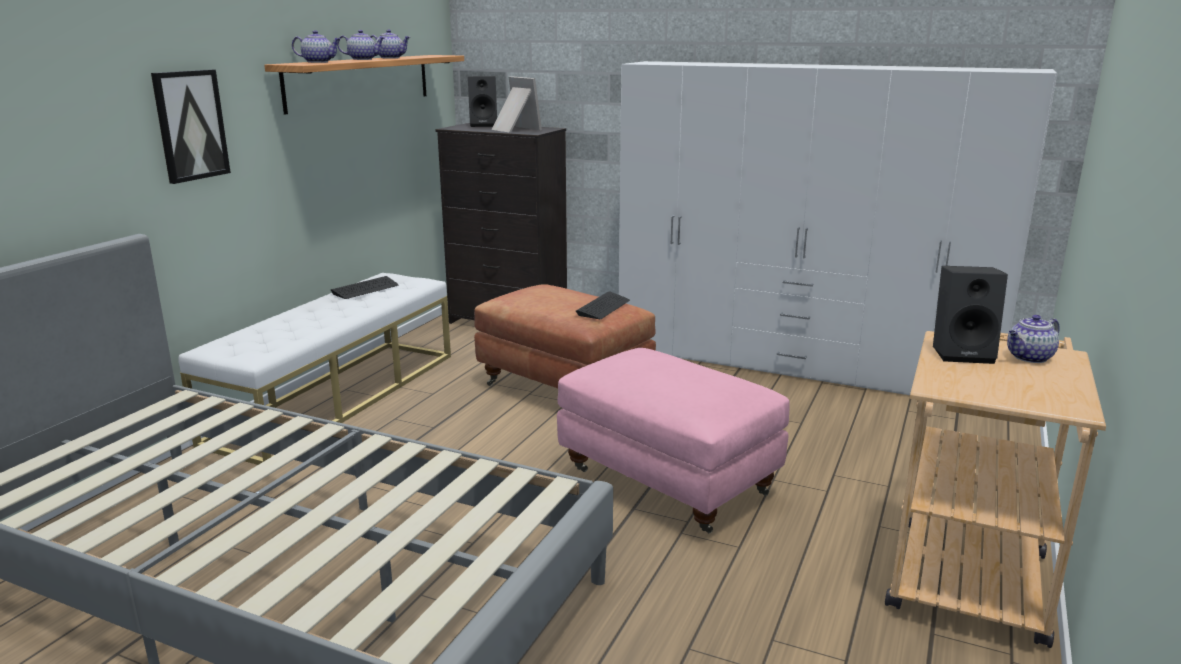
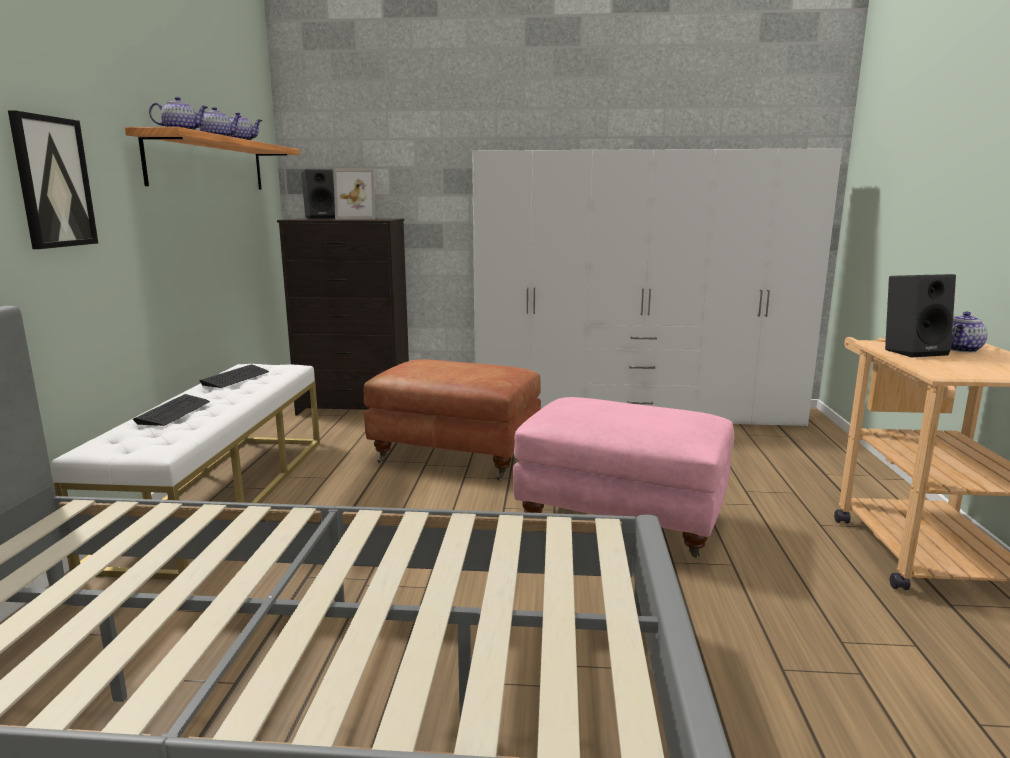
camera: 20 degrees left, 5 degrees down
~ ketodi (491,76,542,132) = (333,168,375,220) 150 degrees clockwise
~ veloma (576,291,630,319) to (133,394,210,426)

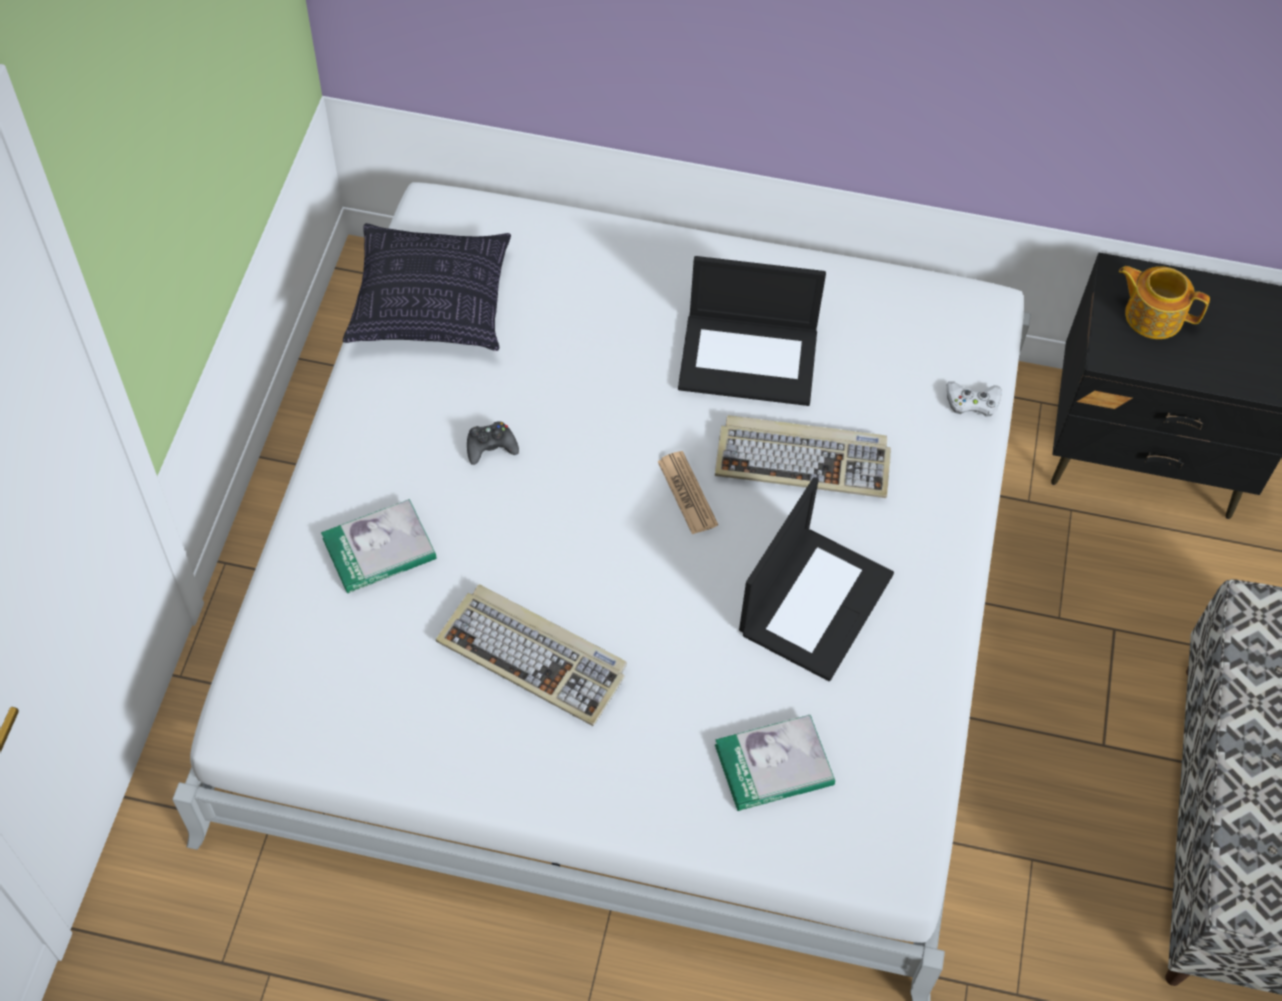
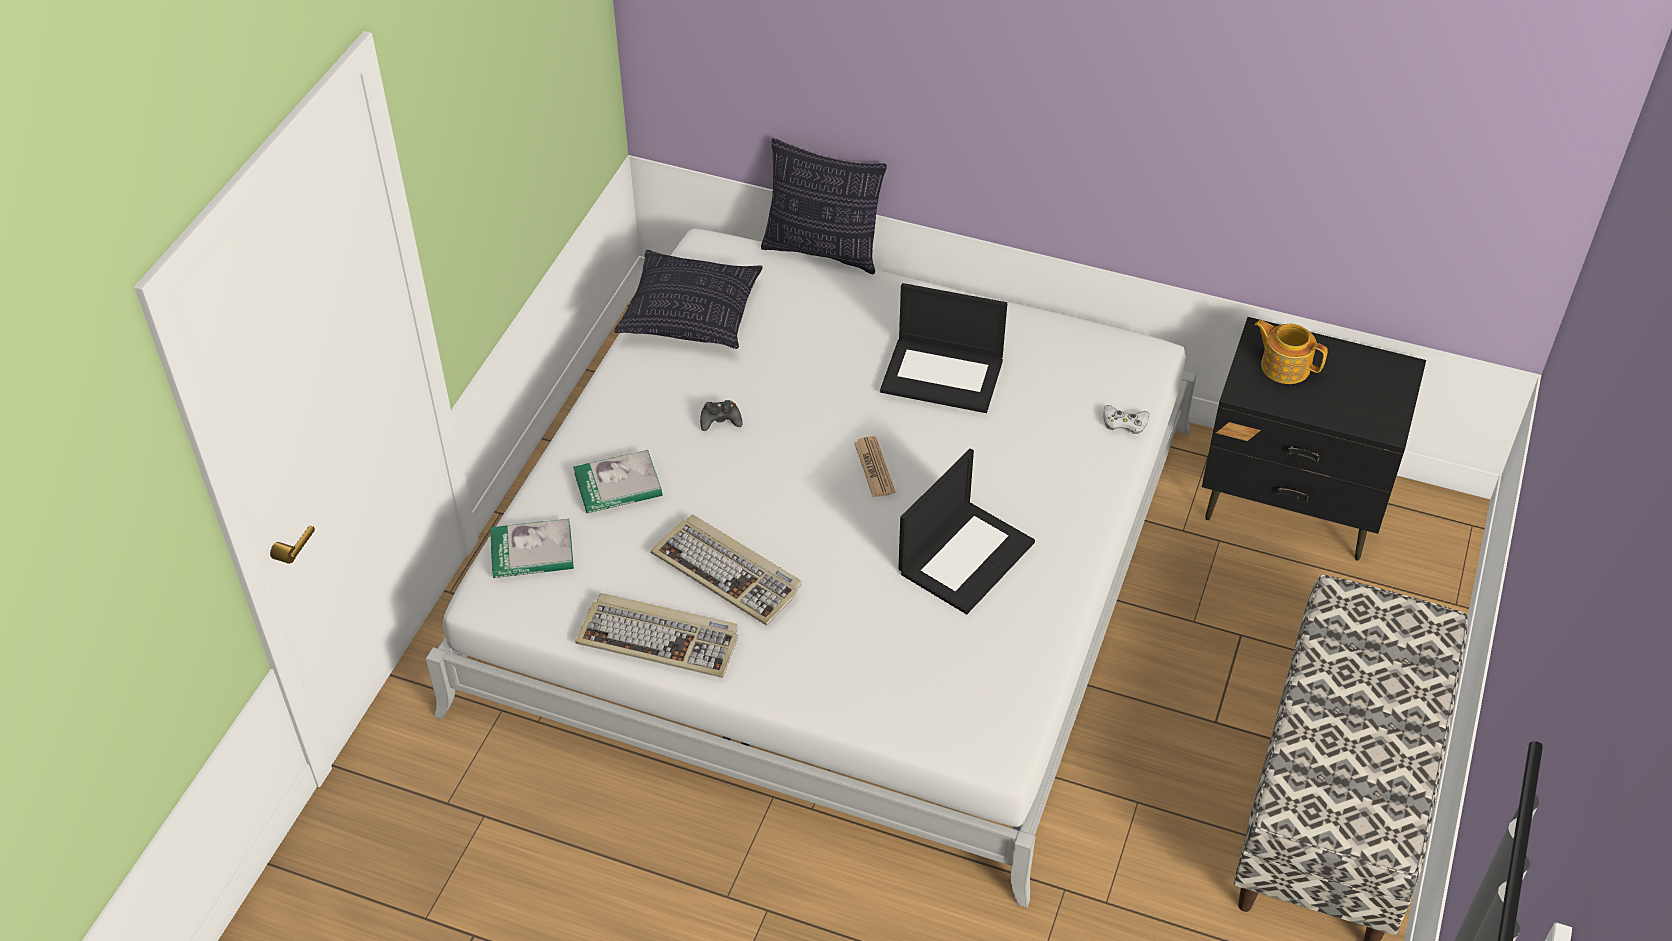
camera: 10 degrees right, 10 degrees down
~ veloma (715,415,891,498) to (575,593,739,678)
~ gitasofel (715,715,835,811) to (490,518,574,578)
+ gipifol (761,138,887,274)

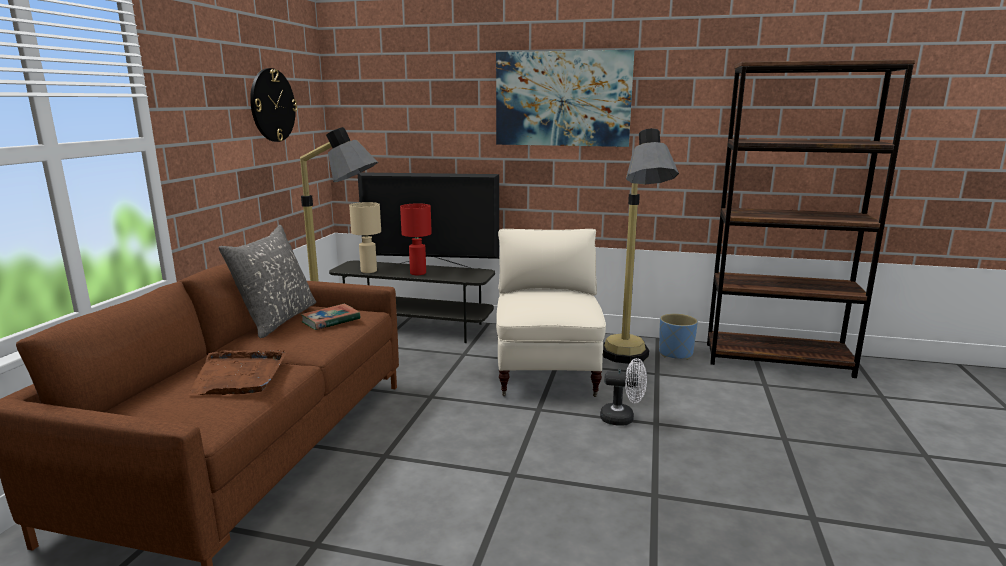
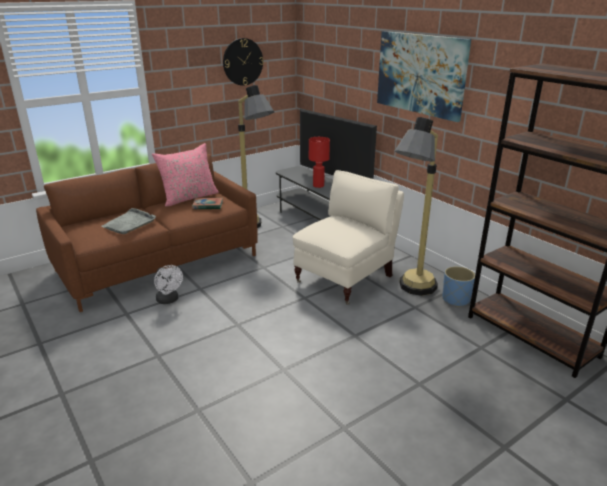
camera: 40 degrees right, 10 degrees up
- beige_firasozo (349,202,381,273)
~ grey_gipifol (218,225,316,338) to pink_gipifol (152,143,219,207)
~ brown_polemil (189,350,287,395) to grey_polemil (101,208,156,234)
~ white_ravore (600,358,647,426) to (154,265,183,304)

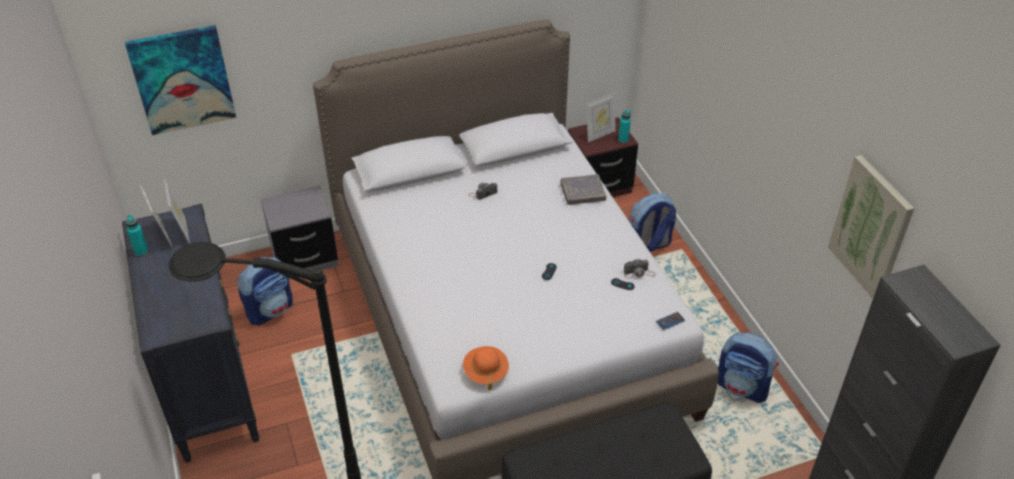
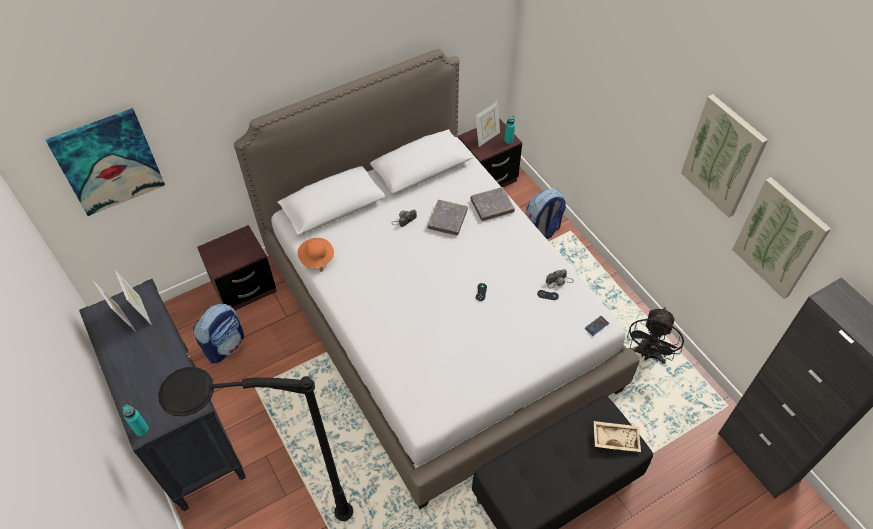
camera: 10 degrees left, 10 degrees up
~ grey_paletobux (261,185,339,271) to brown_paletobux (197,225,277,311)
~ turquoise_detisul (126,215,148,256) to (122,404,149,436)
~ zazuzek (718,332,779,403) to black_ravore (627,307,684,364)
~ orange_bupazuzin (463,346,509,390) to (298,238,334,272)
+ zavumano (681,94,768,218)
+ grey_gitasofel (428,200,468,236)
+ beige_polemil (594,421,641,452)

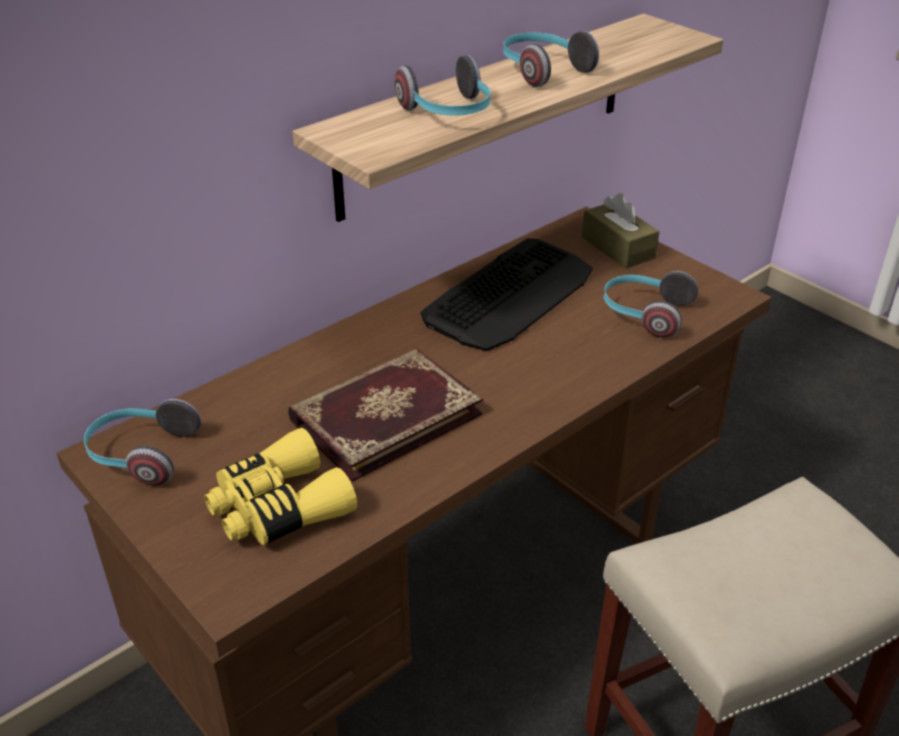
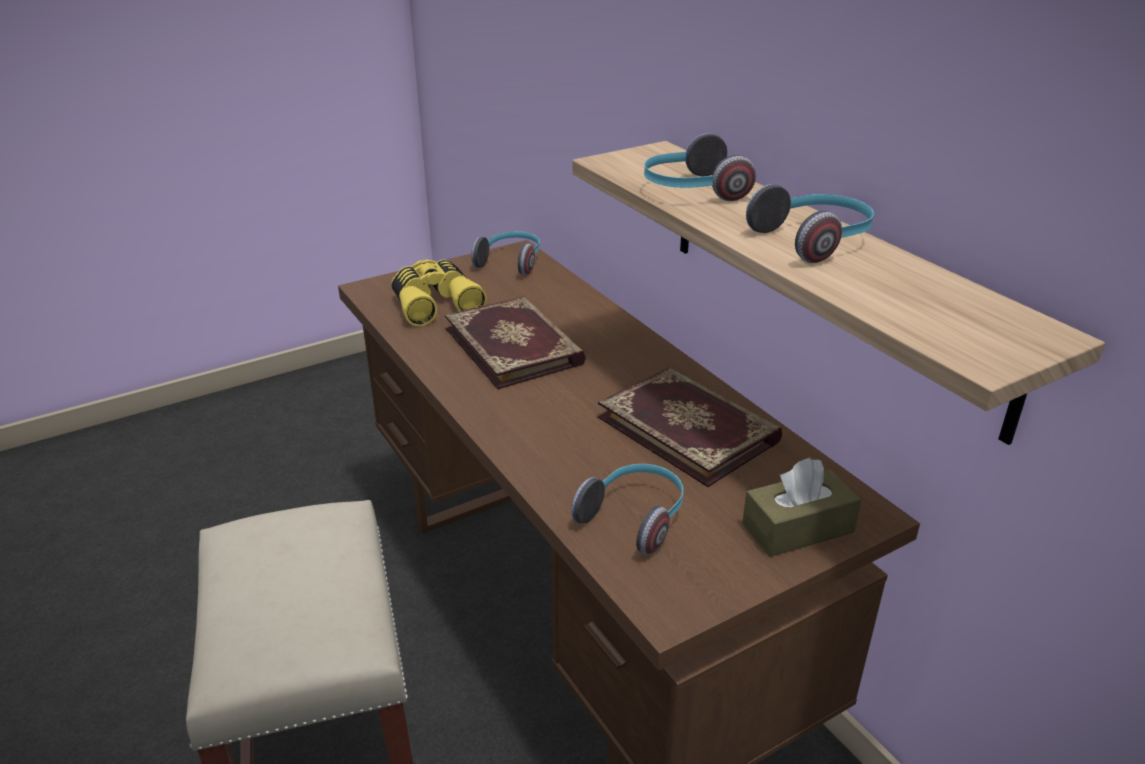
camera: 100 degrees right, 5 degrees down
~ veloma (421,238,593,351) to gitasofel (598,368,782,487)

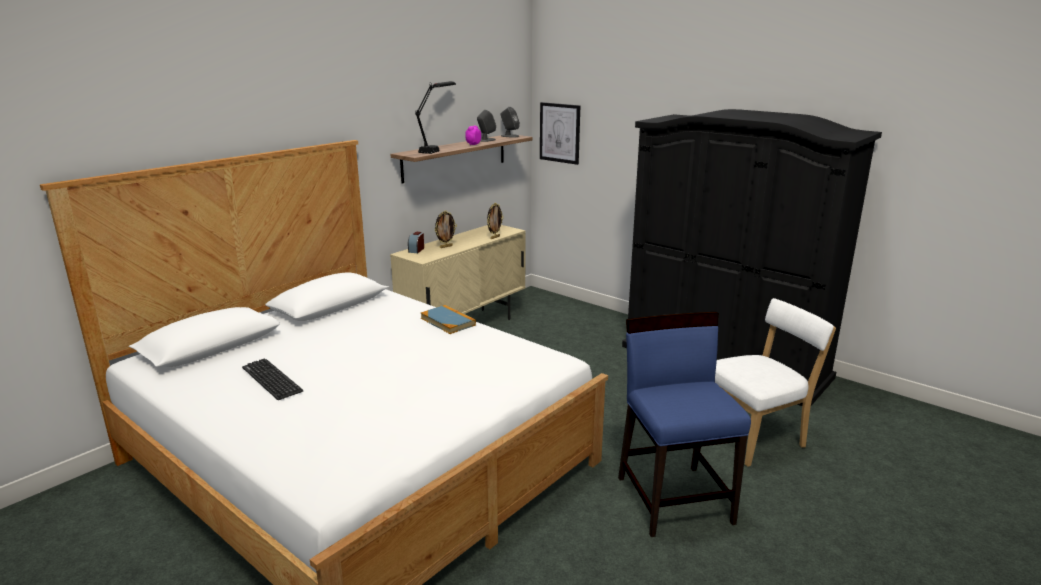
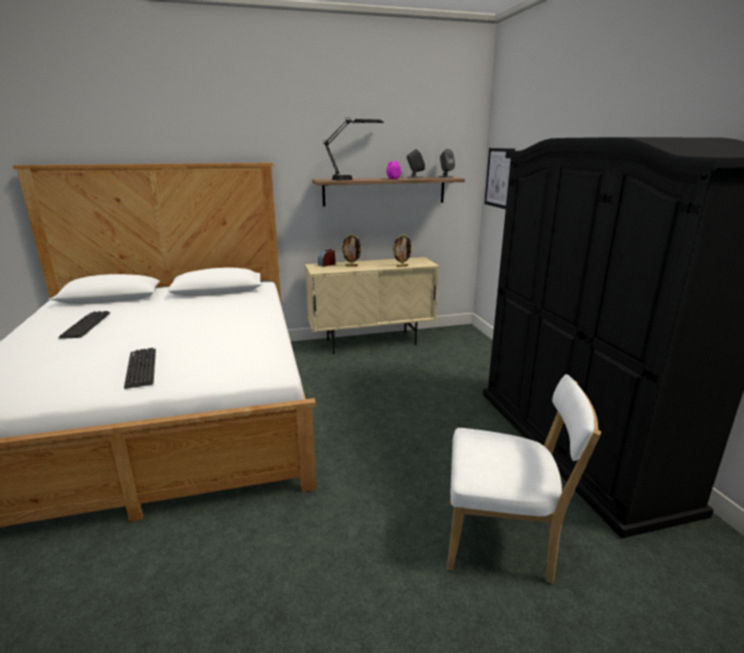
camera: 35 degrees right, 0 degrees up
- gitasofel (421,305,476,334)
- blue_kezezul (618,312,751,537)
+ veloma (124,348,156,389)

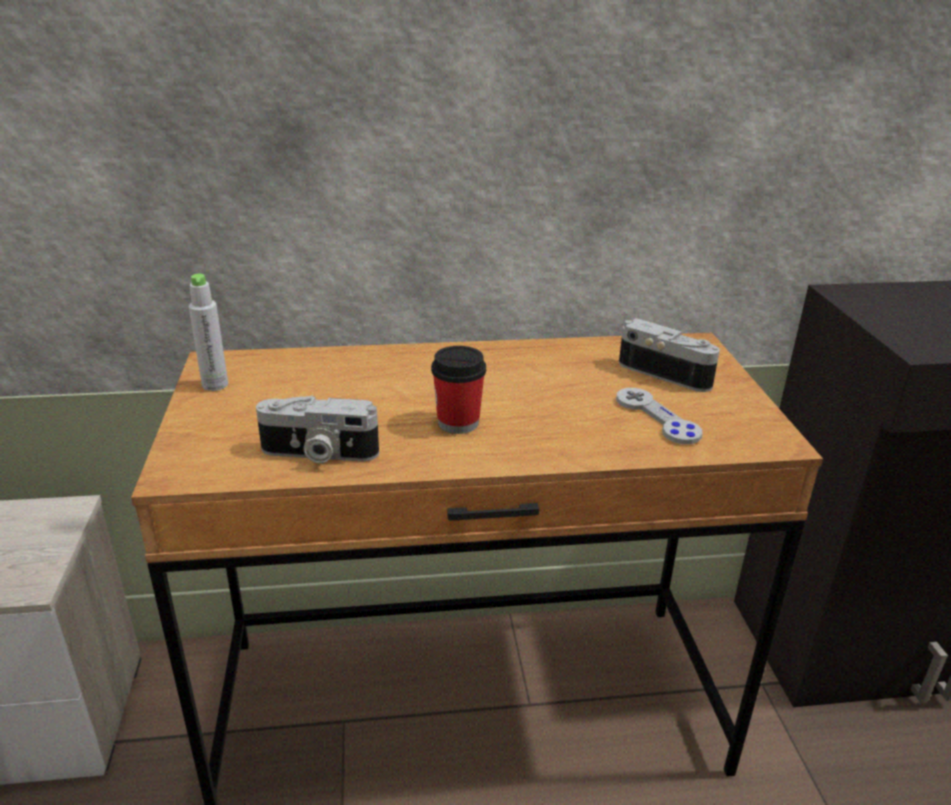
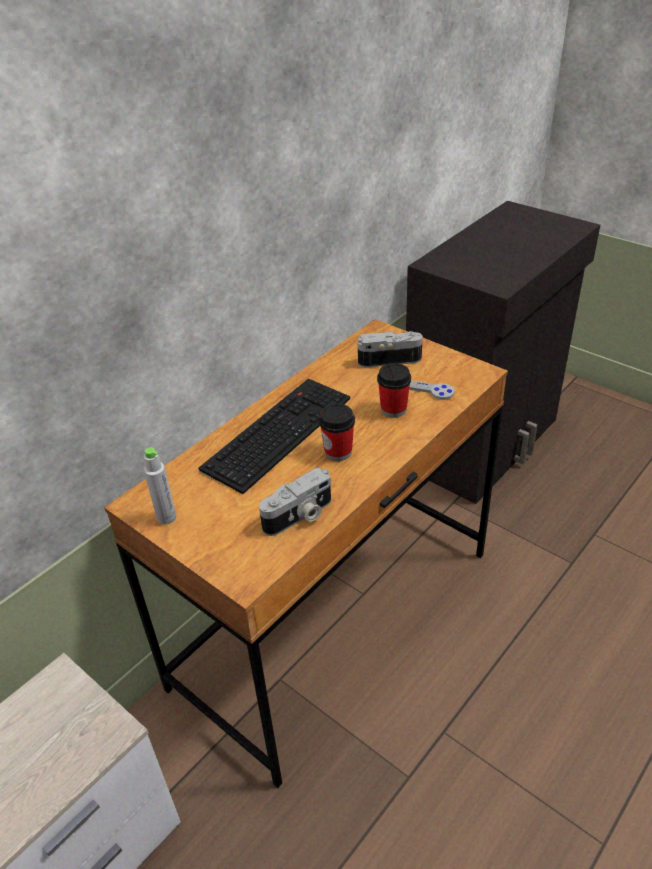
camera: 40 degrees left, 10 degrees up
+ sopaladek (377,363,411,418)
+ veloma (199,378,350,494)

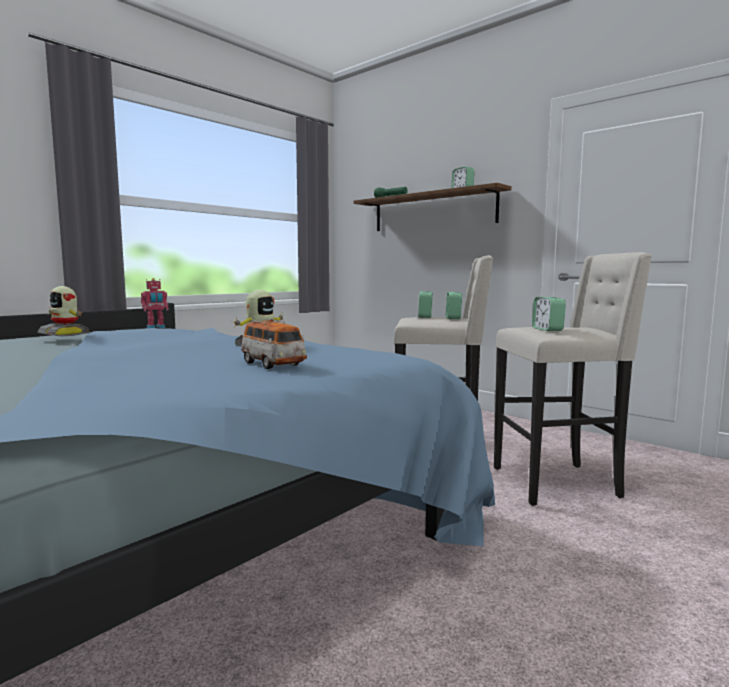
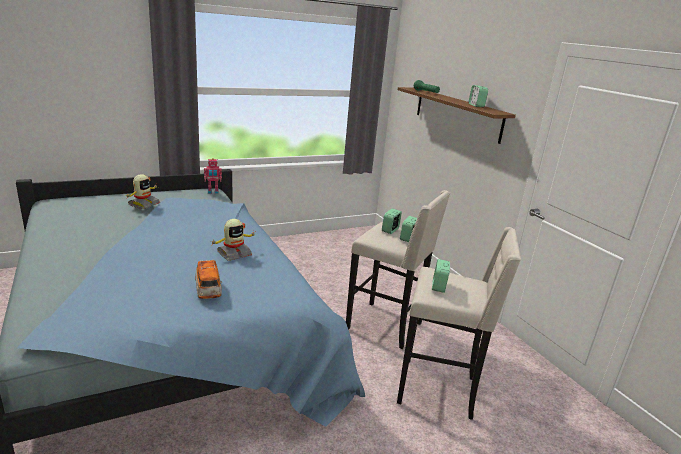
camera: 20 degrees right, 15 degrees up
~ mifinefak (37,286,89,337) = (125,174,160,209) 120 degrees counterclockwise

